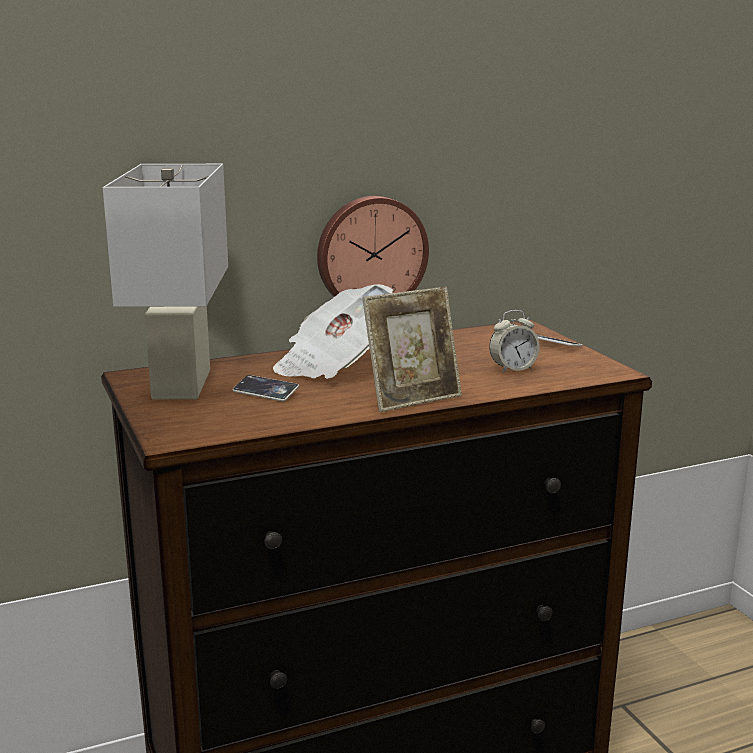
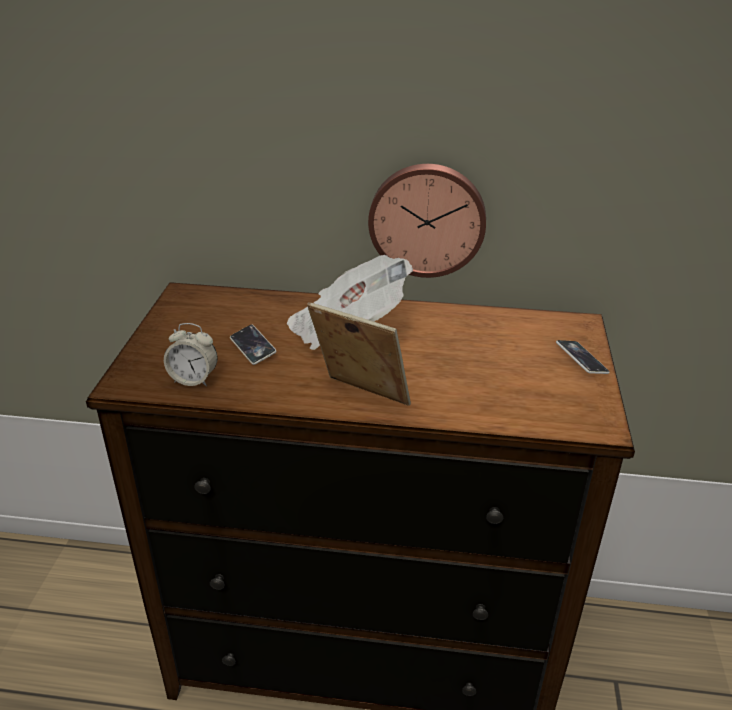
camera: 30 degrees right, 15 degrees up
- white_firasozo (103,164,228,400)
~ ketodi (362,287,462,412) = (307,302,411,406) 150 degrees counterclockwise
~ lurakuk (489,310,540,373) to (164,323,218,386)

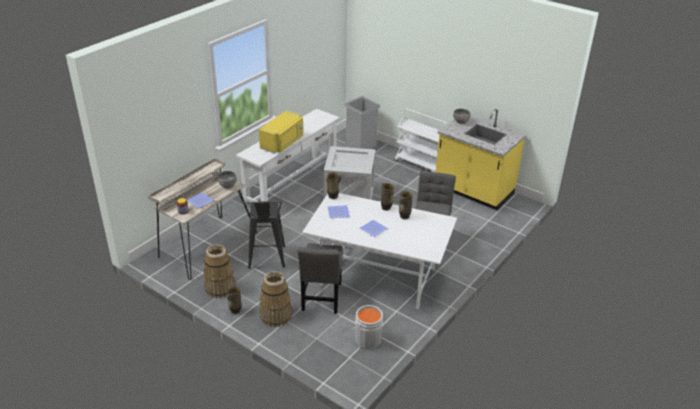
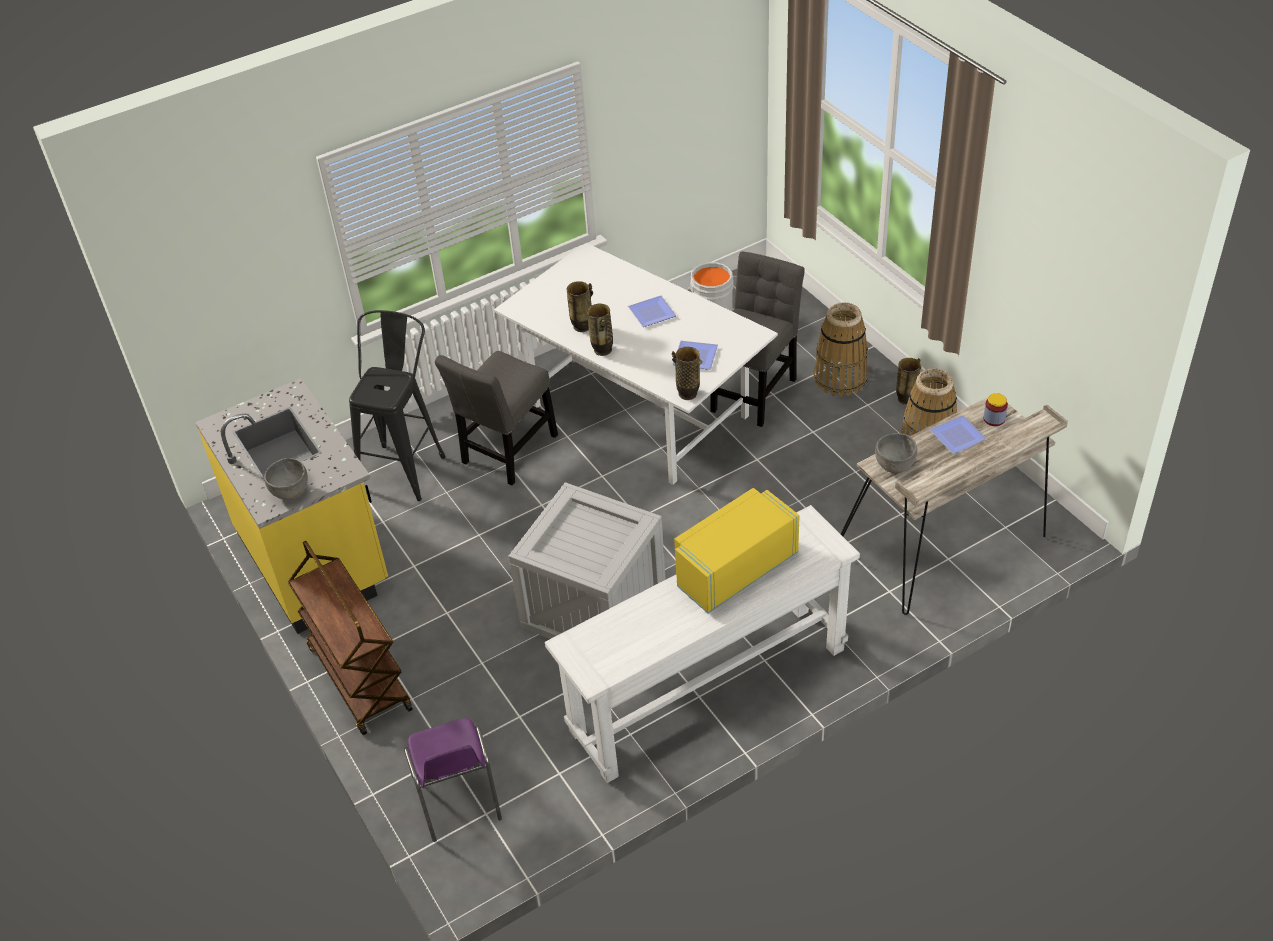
camera: 155 degrees left, 10 degrees up
~ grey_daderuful (344,96,380,149) to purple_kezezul (404,718,502,842)
~ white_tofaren (394,108,447,172) to brown_tofaren (288,541,413,735)
~ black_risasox (242,201,285,269) to (349,310,445,501)

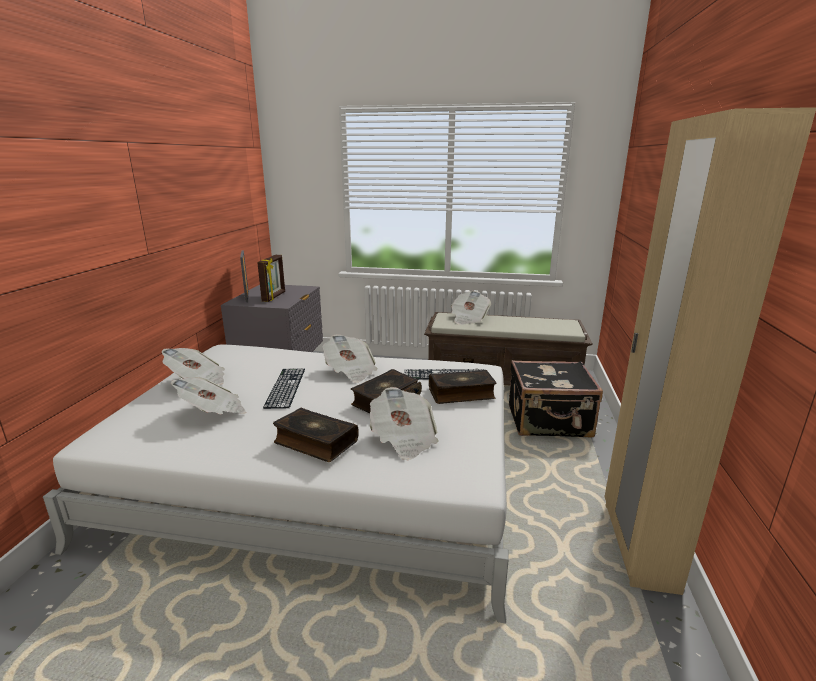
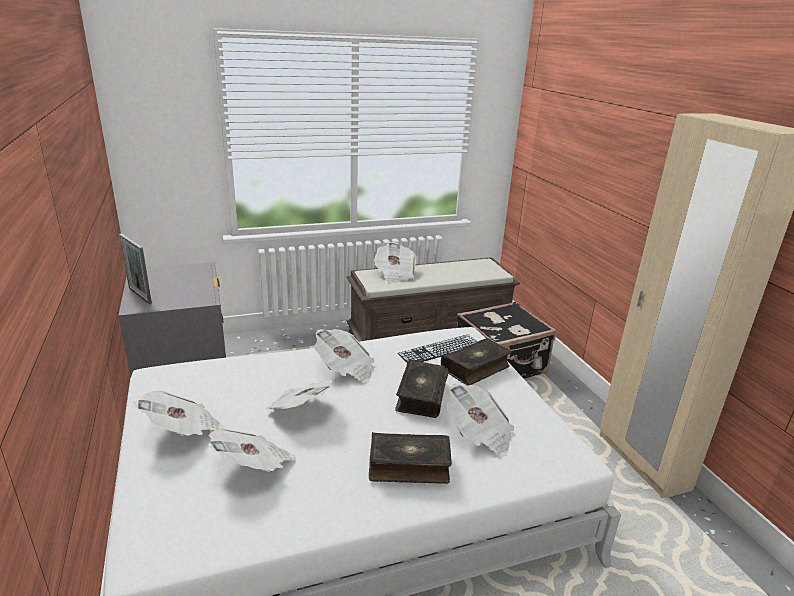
camera: 30 degrees left, 5 degrees up
- ketodi (257,255,285,302)
~ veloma (263,368,305,409) to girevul (266,379,336,409)

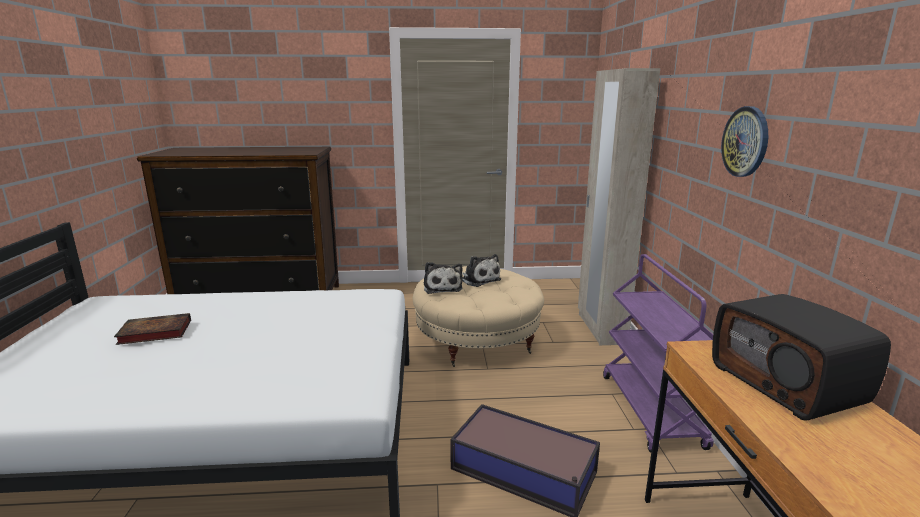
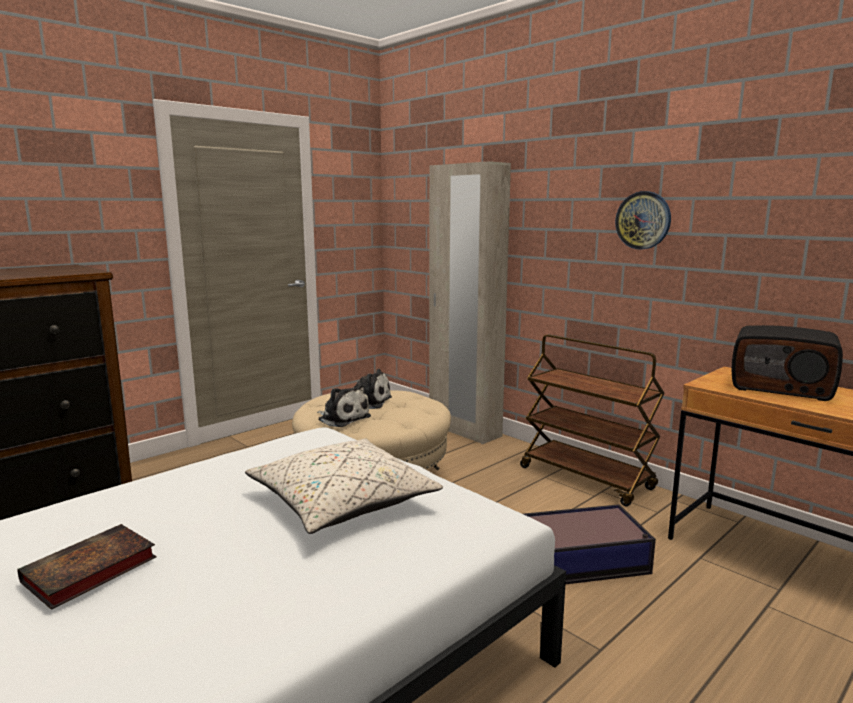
camera: 40 degrees left, 5 degrees down
~ purple_tofaren (603,254,714,452) to brown_tofaren (520,334,665,506)
+ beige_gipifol (245,438,443,534)

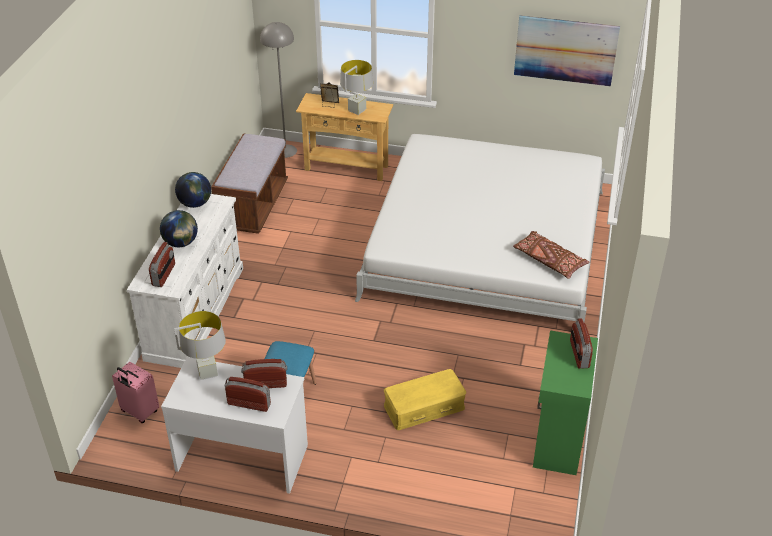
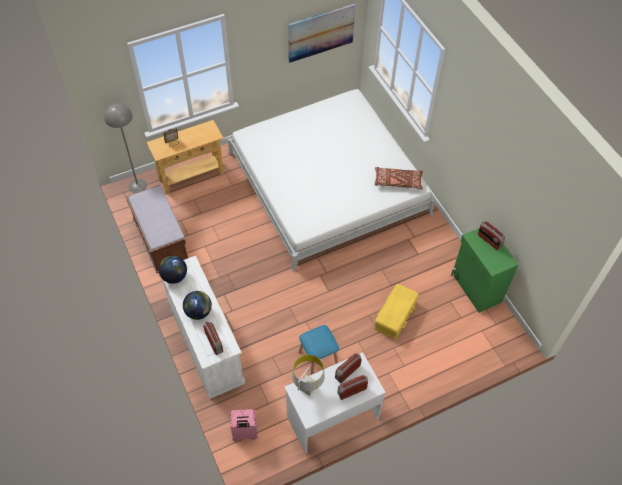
camera: 40 degrees left, 15 degrees up
- grey_firasozo (340,60,373,115)

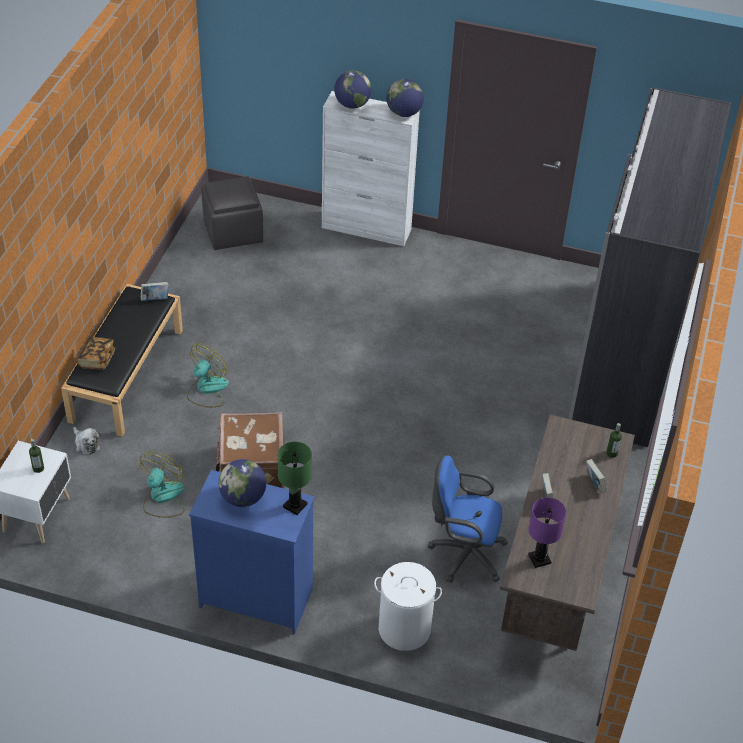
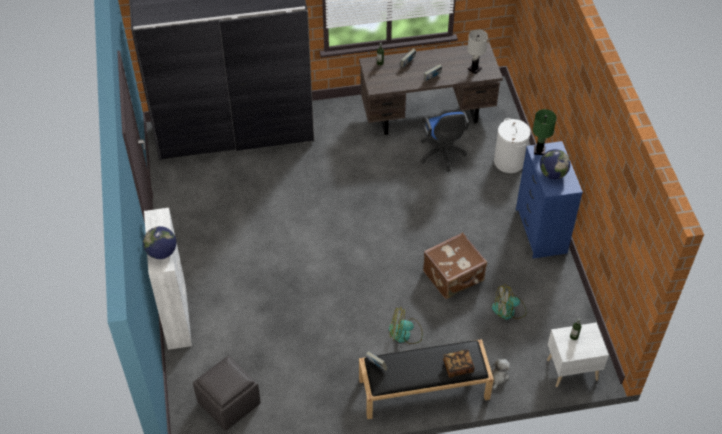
camera: 115 degrees left, 5 degrees up
- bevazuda (387,79,424,117)
~ purple_firasozo (528,497,566,568) to white_firasozo (467,29,488,74)

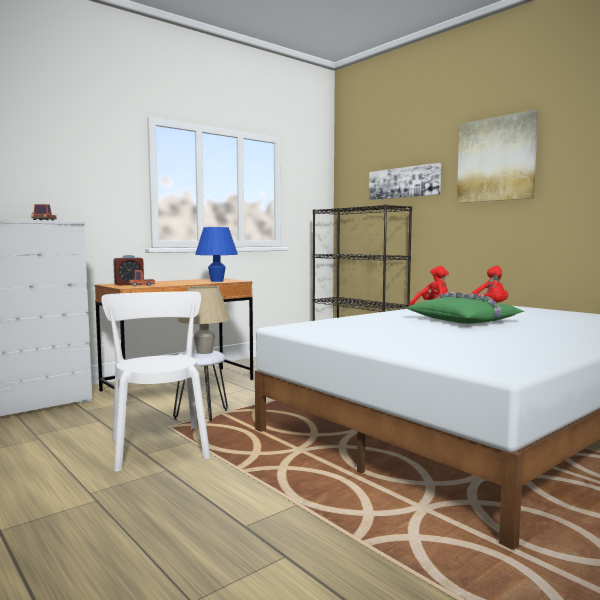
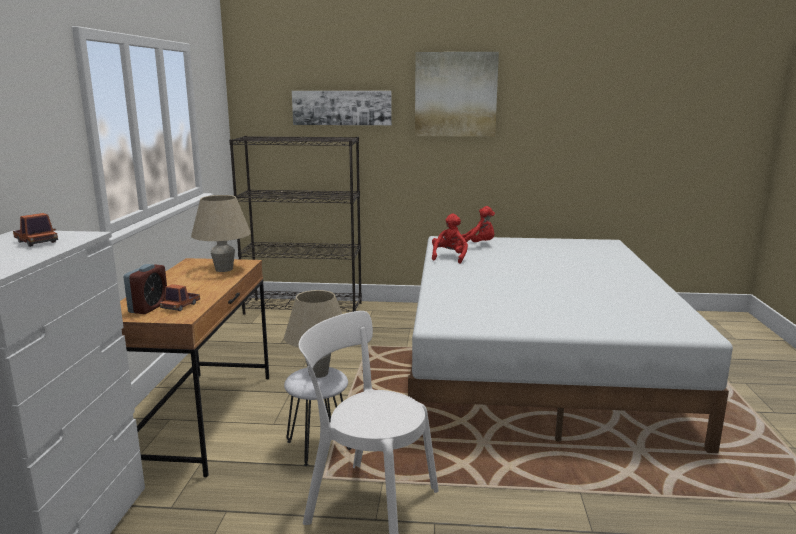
camera: 45 degrees left, 10 degrees up
~ blue_firasozo (195,227,238,282) to beige_firasozo (191,195,251,272)
- green_gipifol (407,292,524,324)

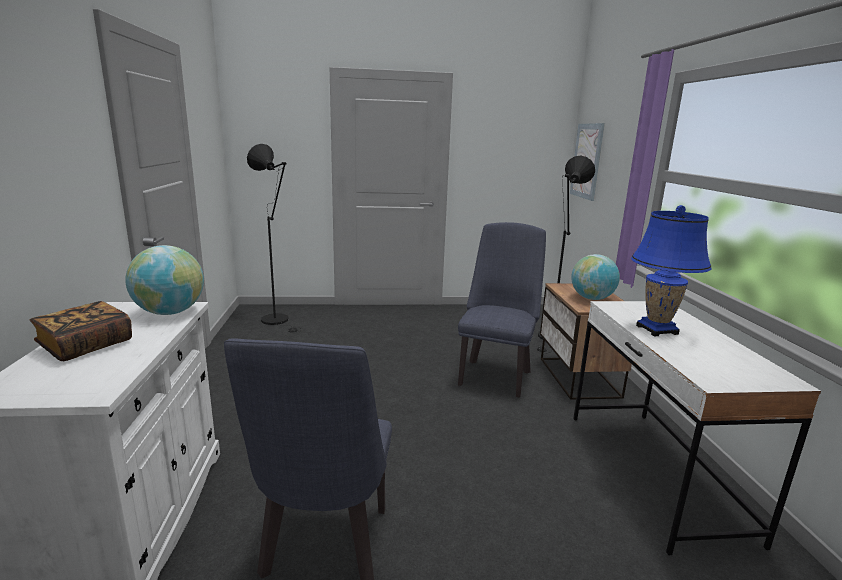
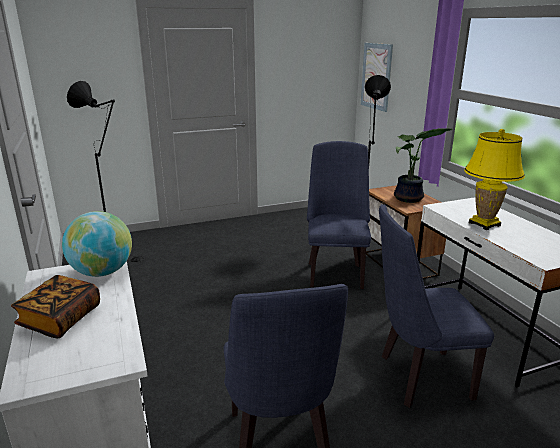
camera: 15 degrees left, 5 degrees up
~ blue_firasozo (631,205,712,336) to yellow_firasozo (464,129,525,230)
~ bevazuda (571,254,620,300) to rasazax (394,128,453,203)
+ blue_kezezul (379,204,494,408)

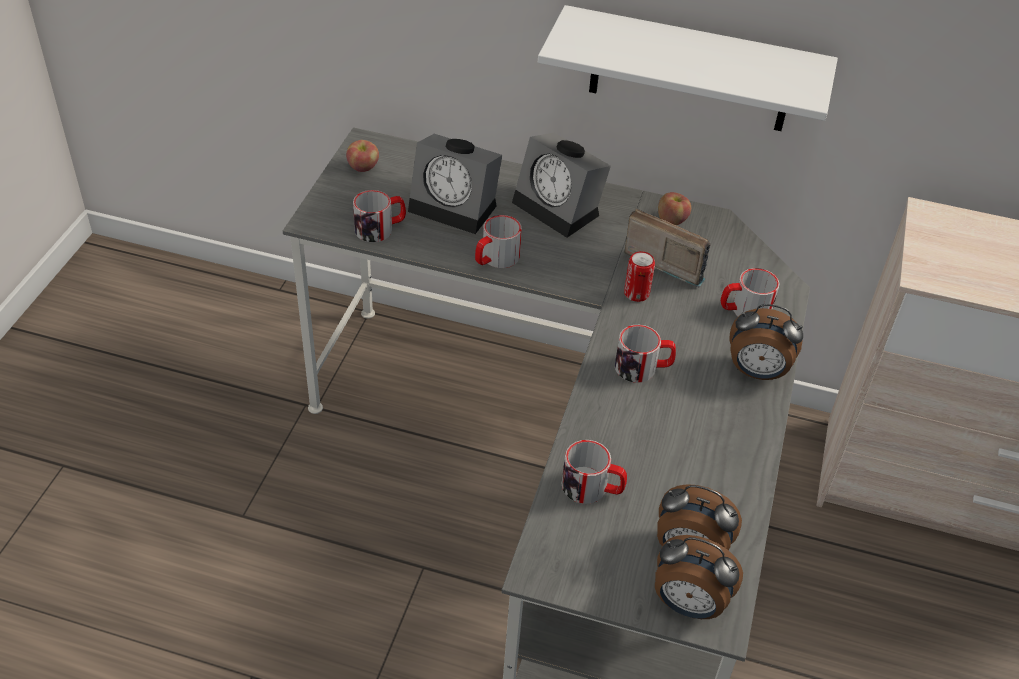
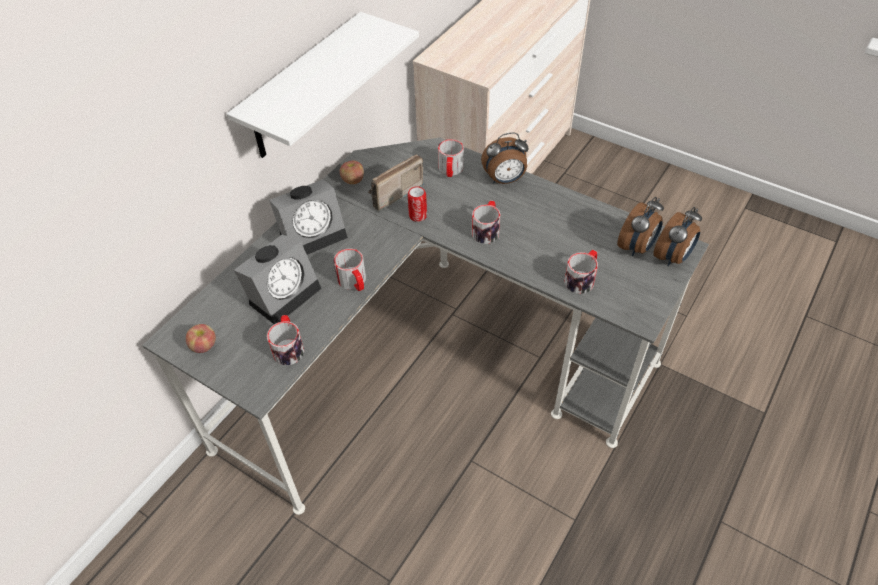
camera: 70 degrees left, 5 degrees up
~ lurakuk (729,304,803,380) = (481,133,529,184) 45 degrees clockwise

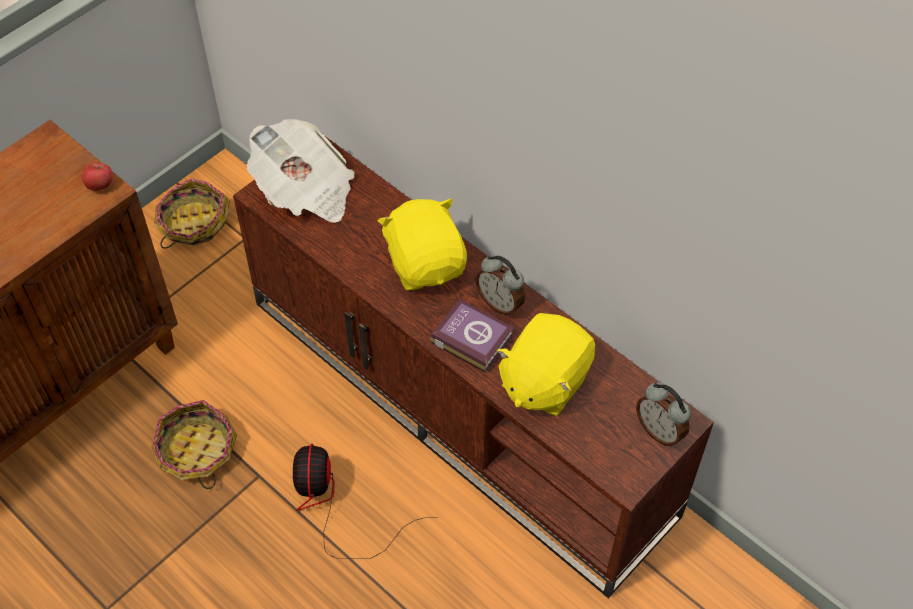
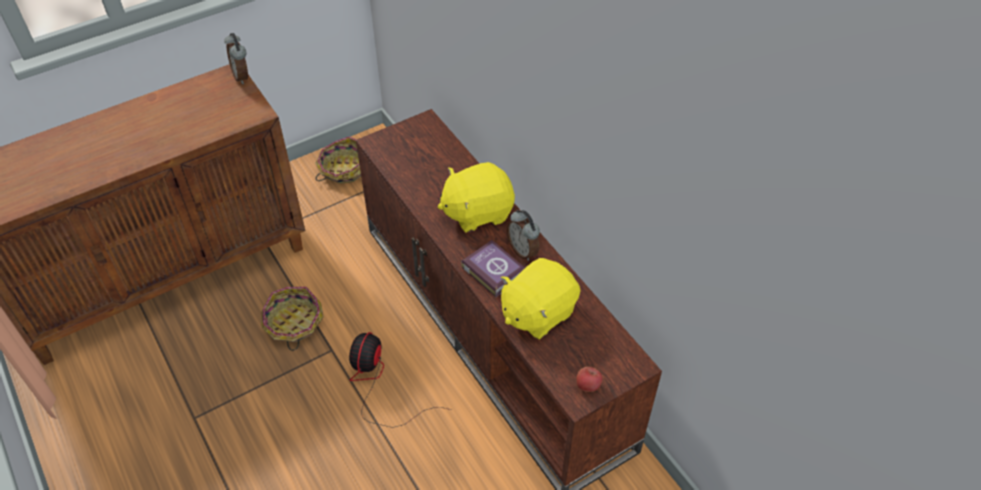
camera: 15 degrees right, 5 degrees down
- girevul (246,119,355,223)
~ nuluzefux (82,162,113,191) to (576,367,602,392)
~ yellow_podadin (378,198,467,290) = (438,162,515,233) 105 degrees counterclockwise
~ lurakuk (636,383,691,446) to (224,33,248,84)

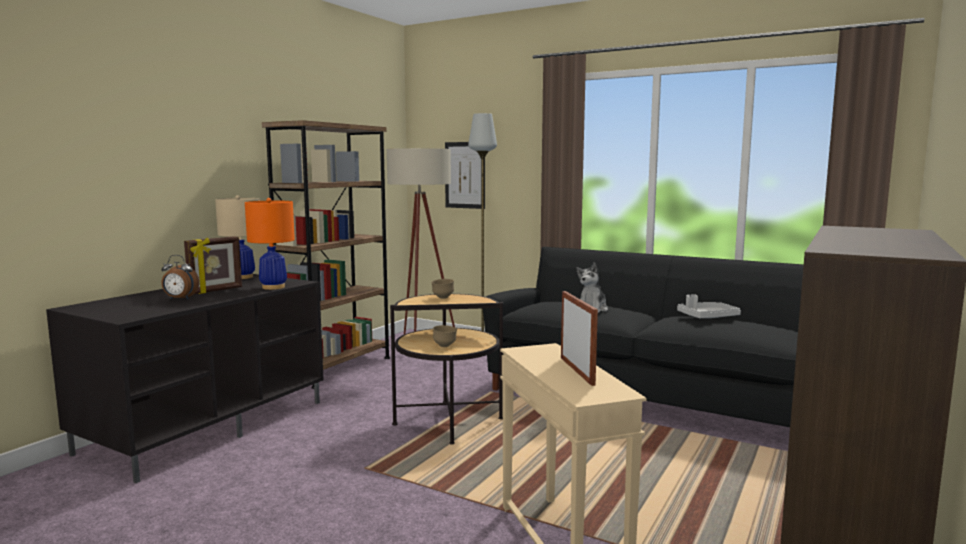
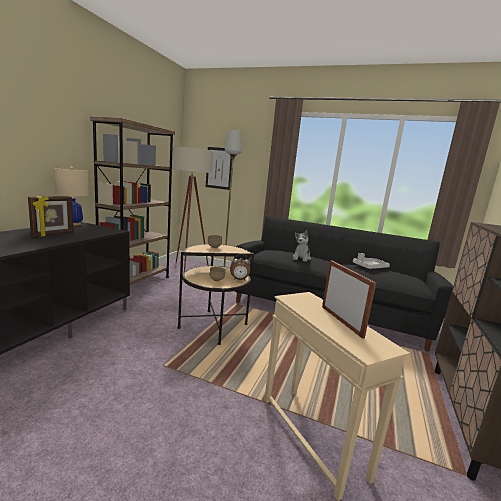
camera: 10 degrees left, 5 degrees up
- orange_firasozo (245,198,295,290)
~ lurakuk (161,255,199,299) to (230,254,251,280)

